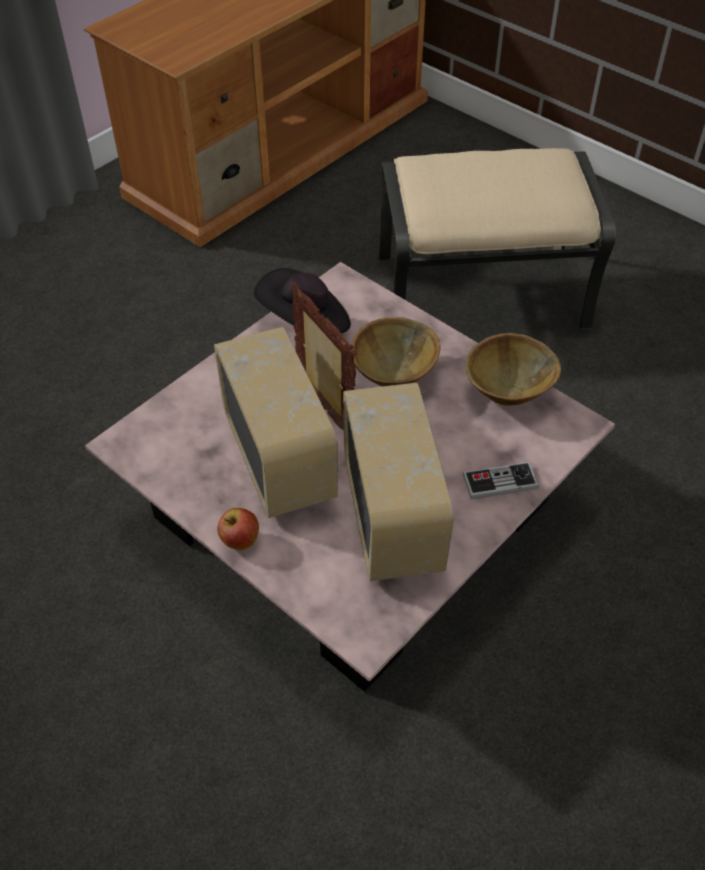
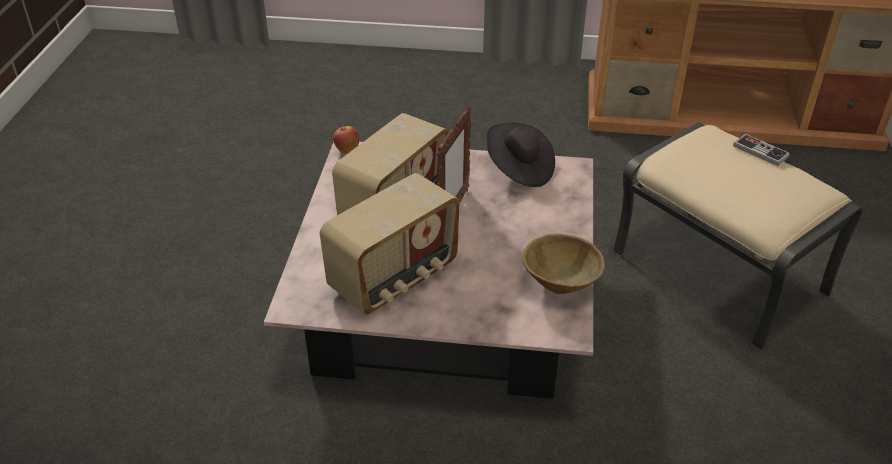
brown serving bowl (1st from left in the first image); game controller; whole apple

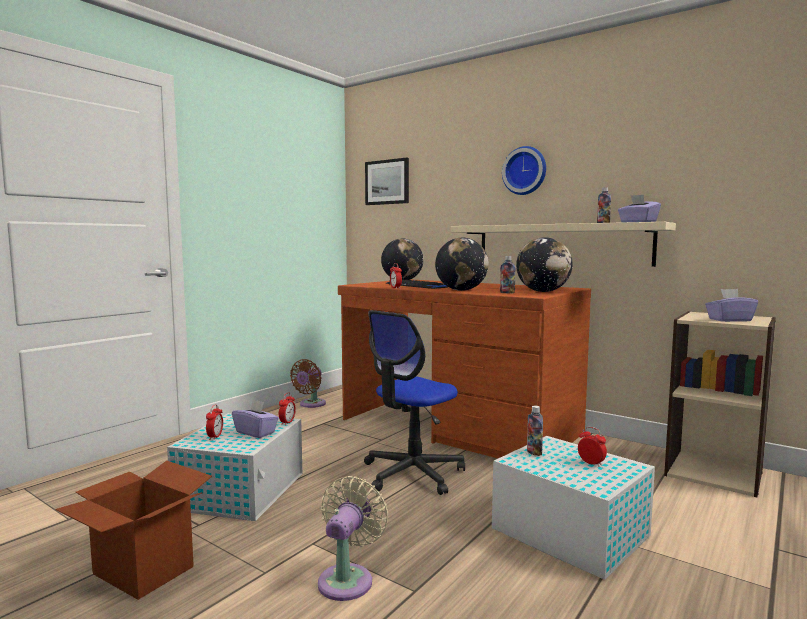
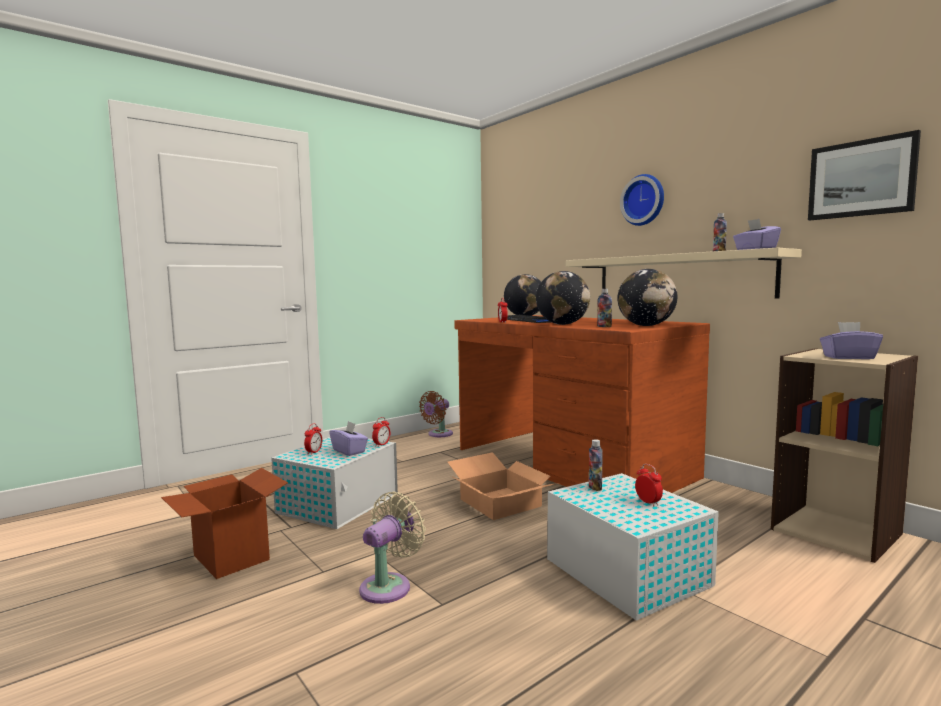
picture; carton (2nd from left)

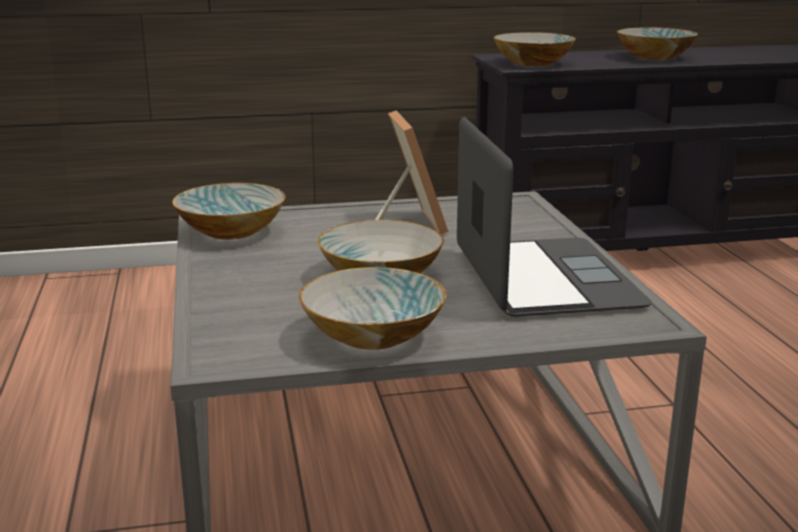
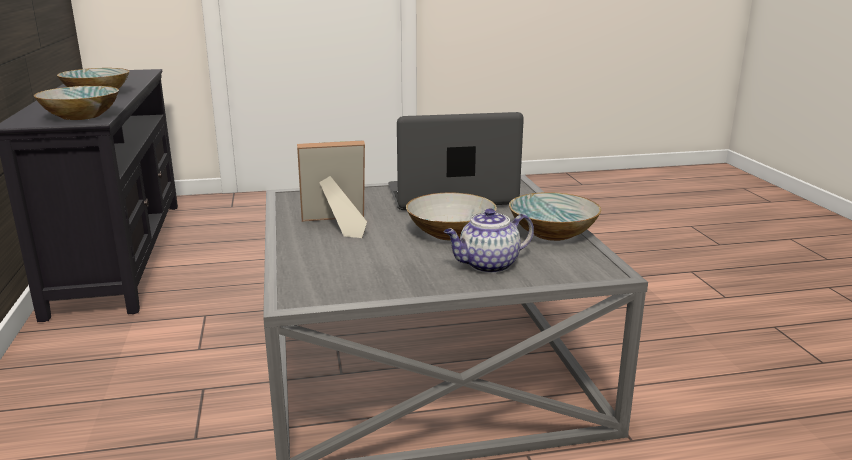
serving bowl (1st from left in the first image); pot for tea

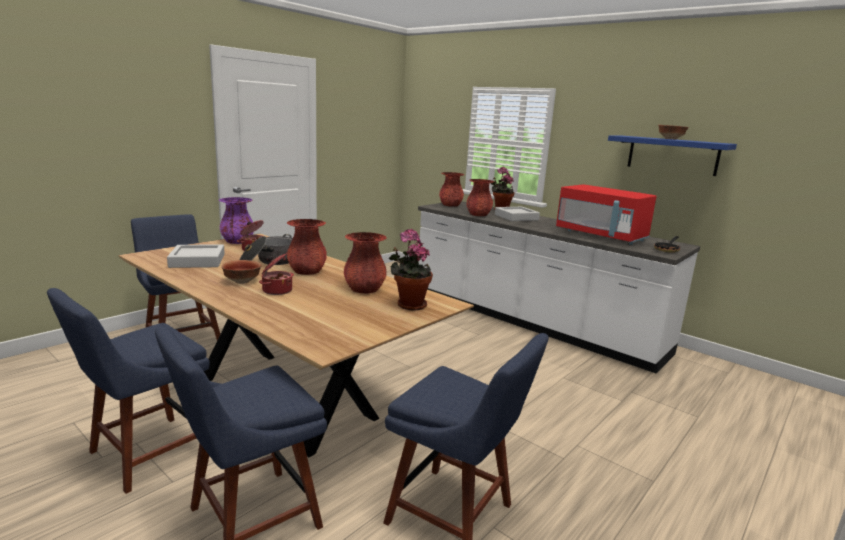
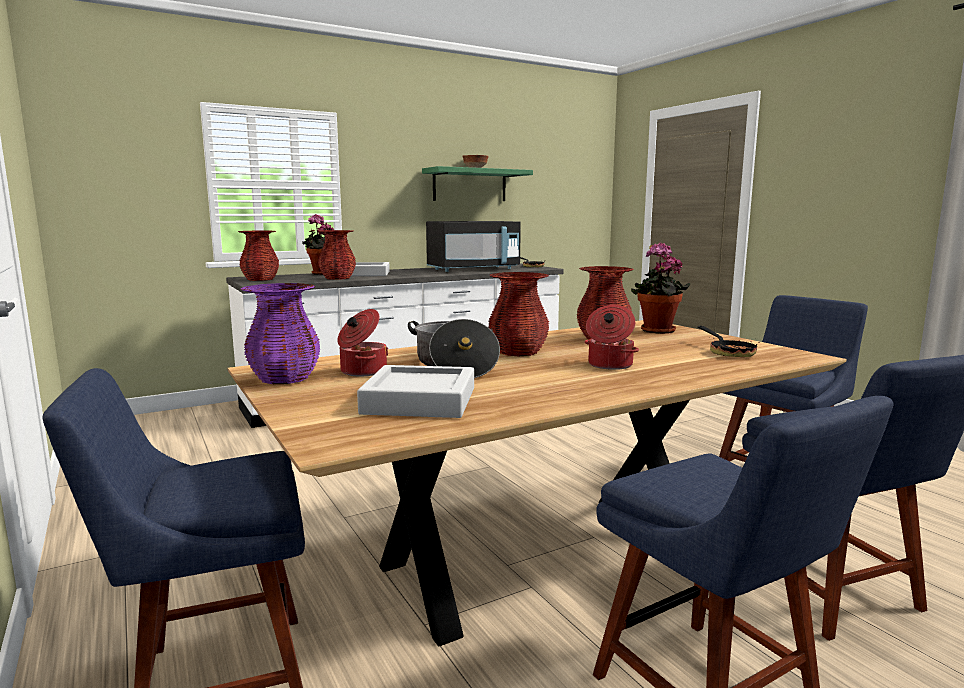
green bracket shelf; black microwave; serving bowl (1st from left in the first image); frying pan (2nd from left)

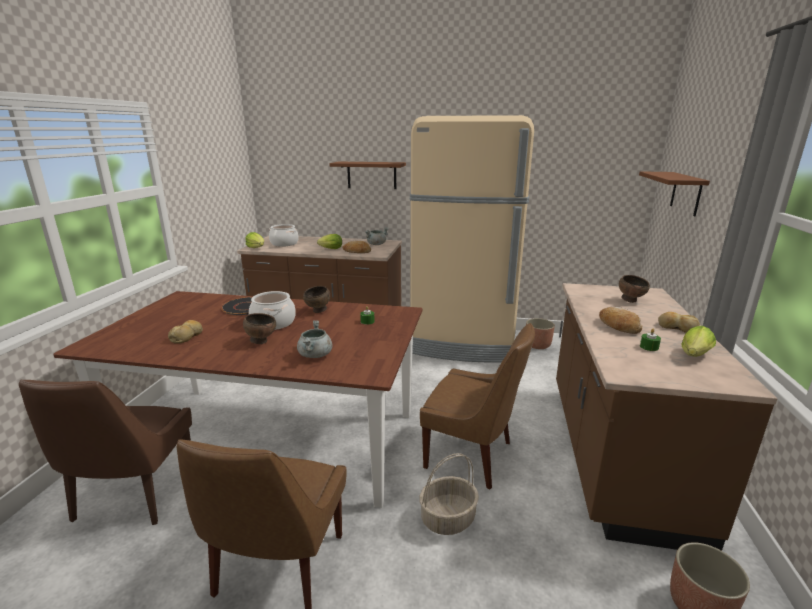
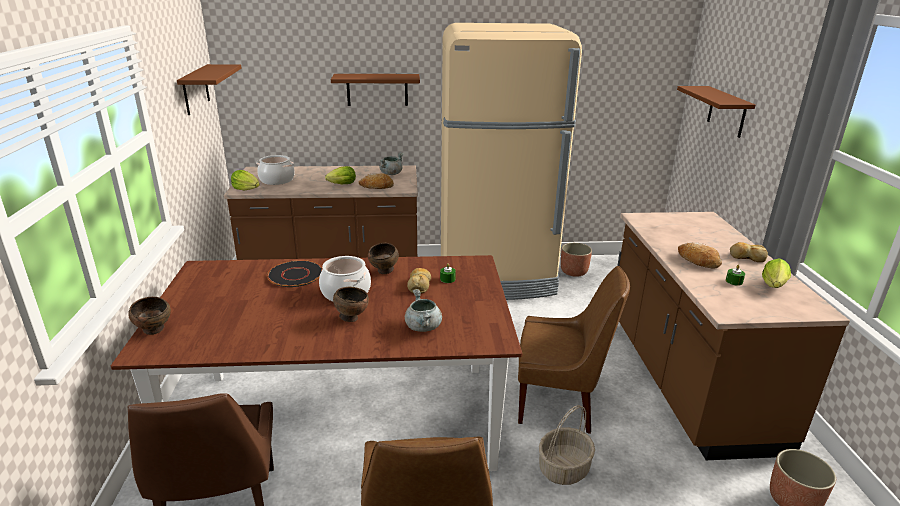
brown serving bowl (1st from left); baked bread (2nd from left); brown bracket shelf (1st from left)

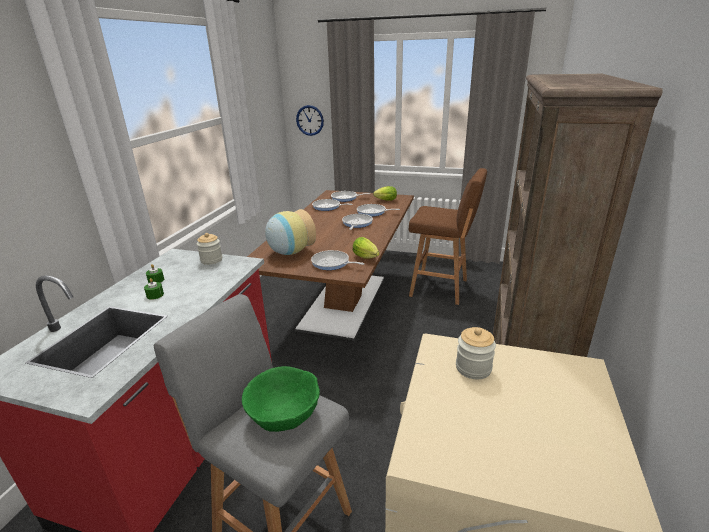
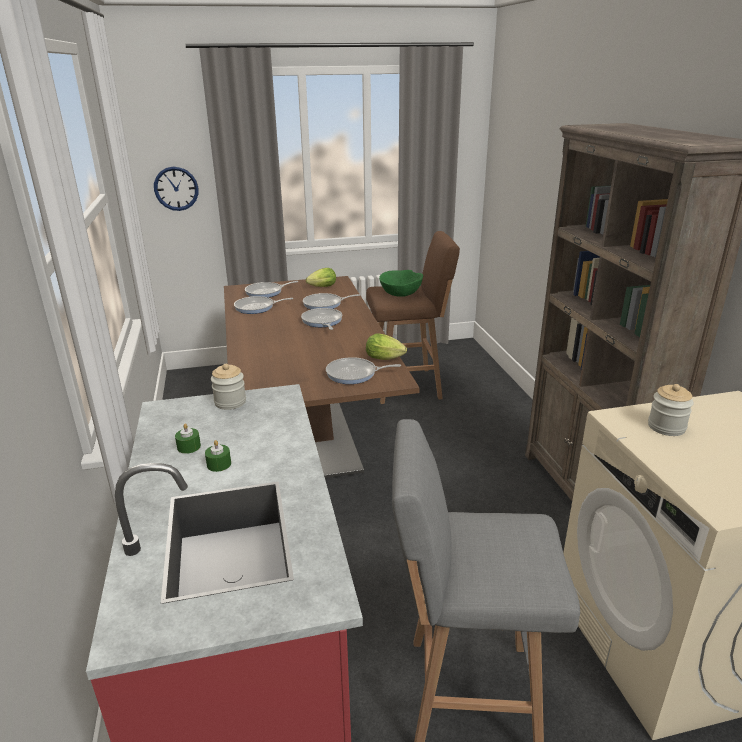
decorative vase; green serving bowl

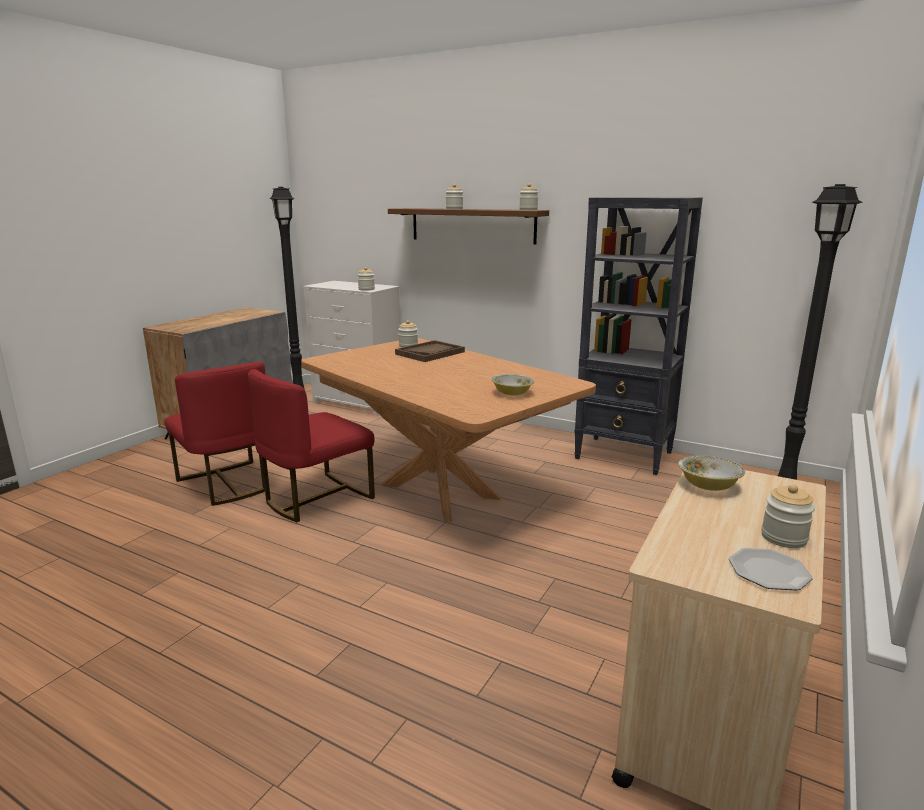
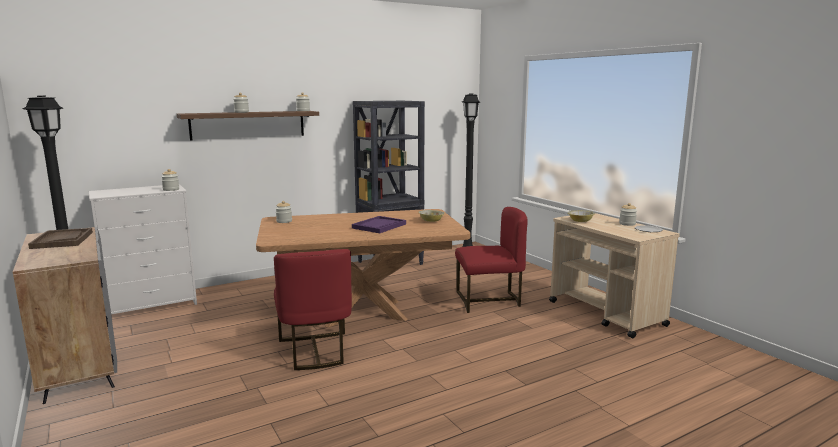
brown serving tray; red plain chair (2nd from left); purplish serving tray

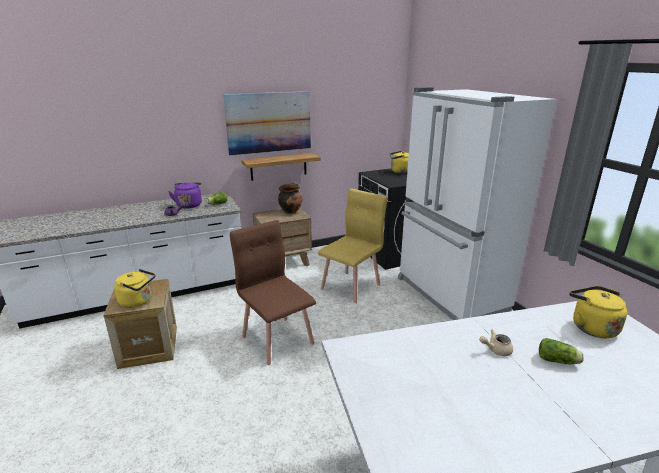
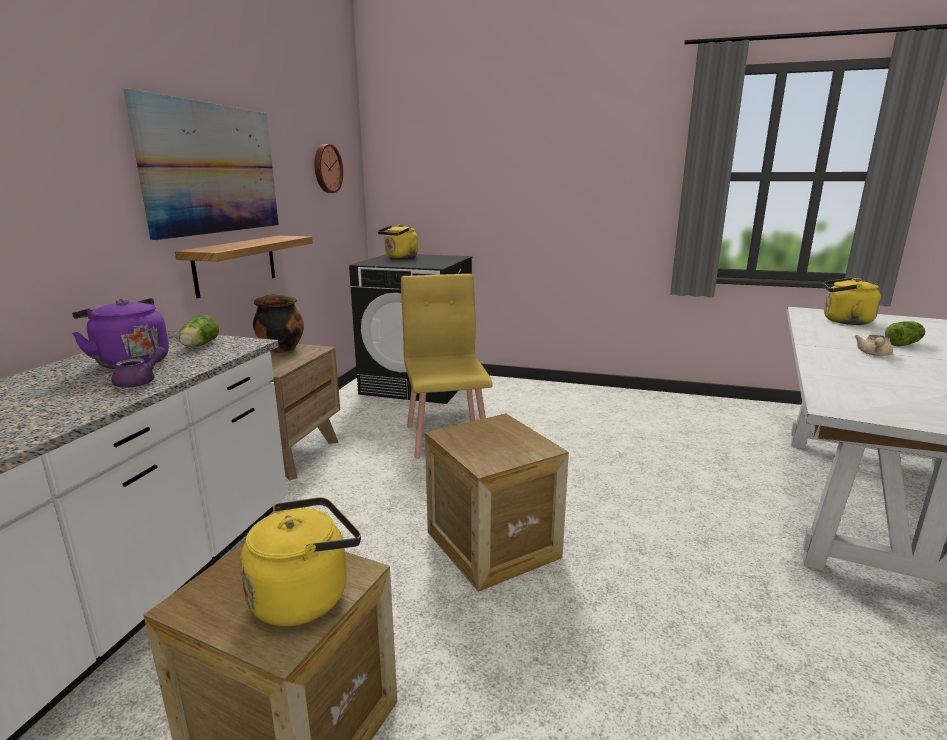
white-coloured kitchen fridge; packing crate (2nd from left); wall clock

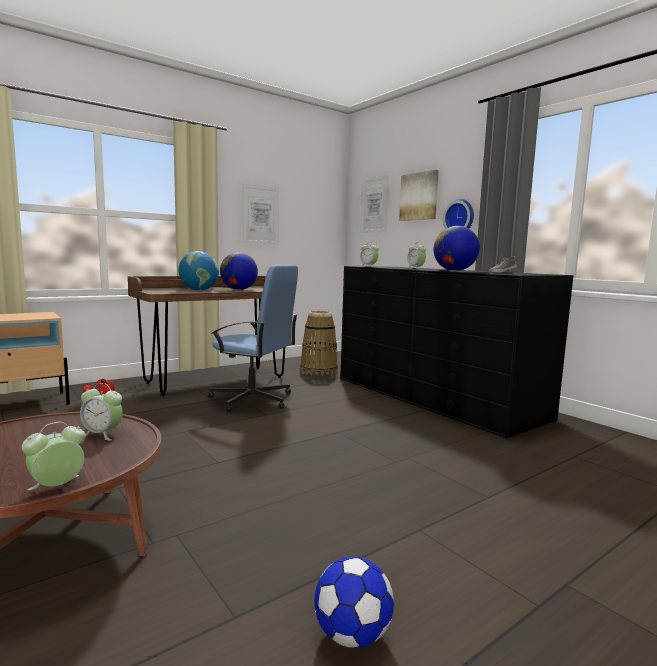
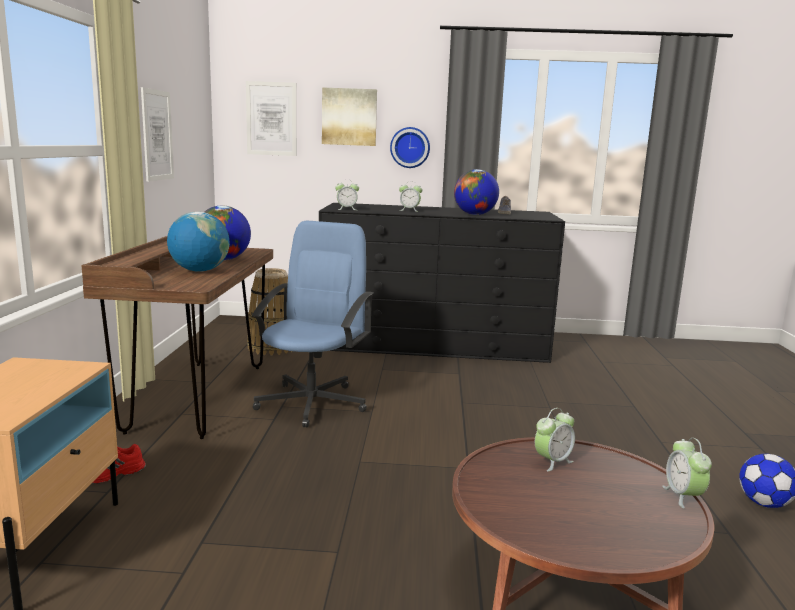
blue computer chair

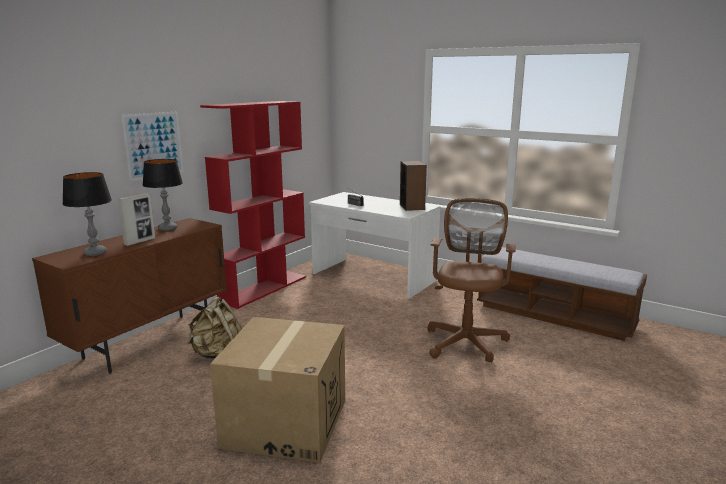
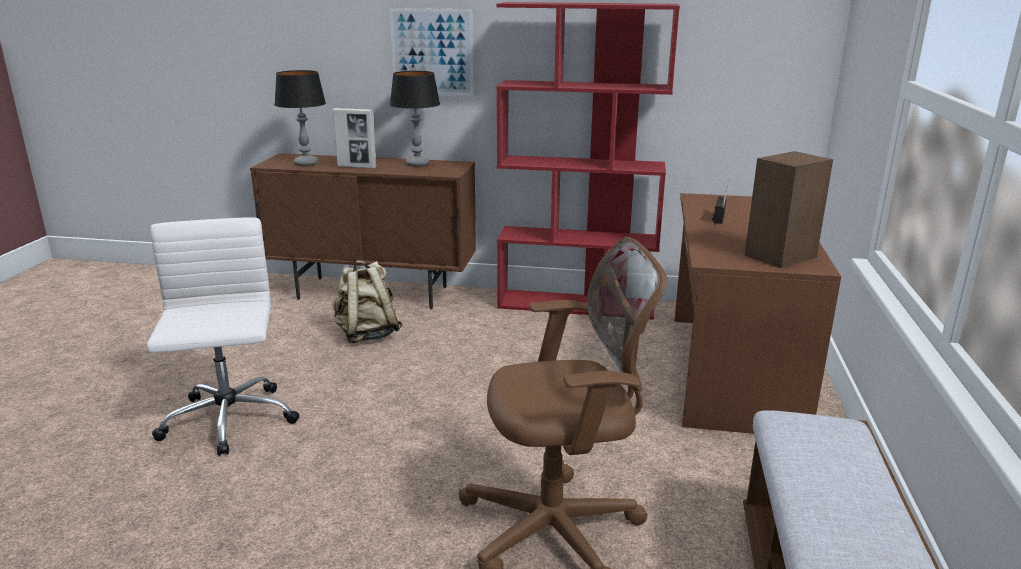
brown desk; white-coloured computer chair

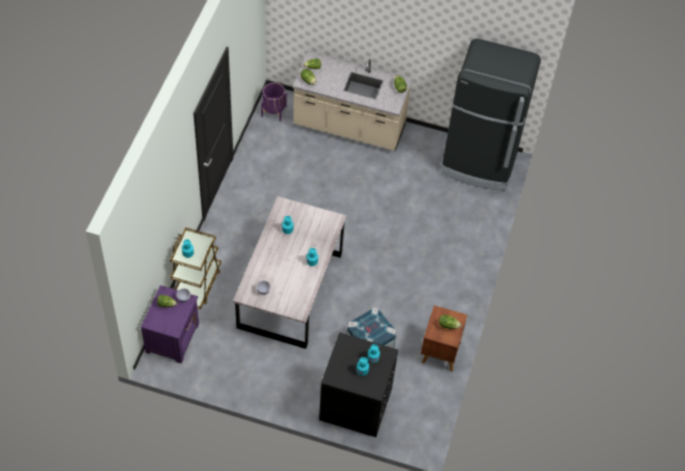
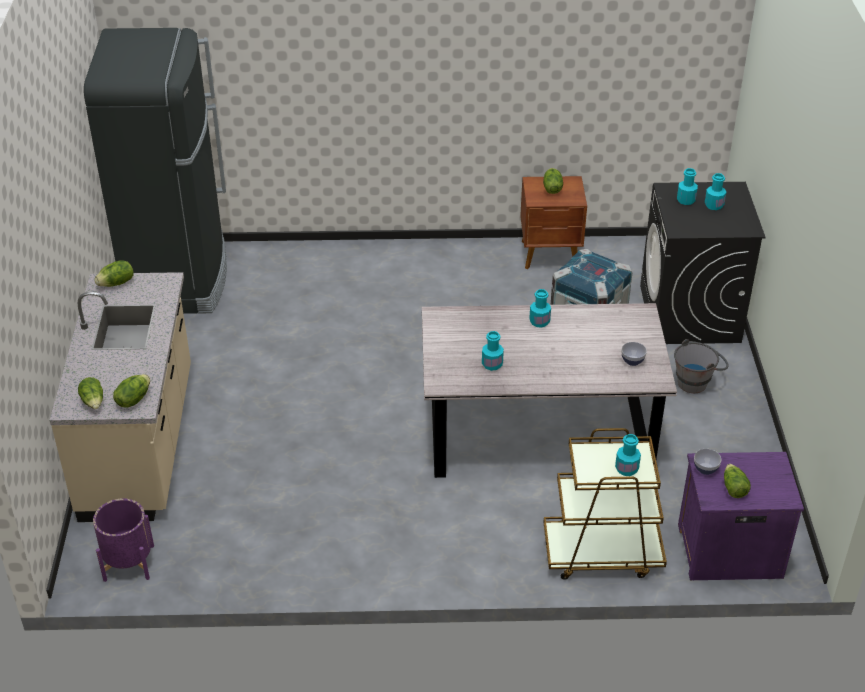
grey pail

